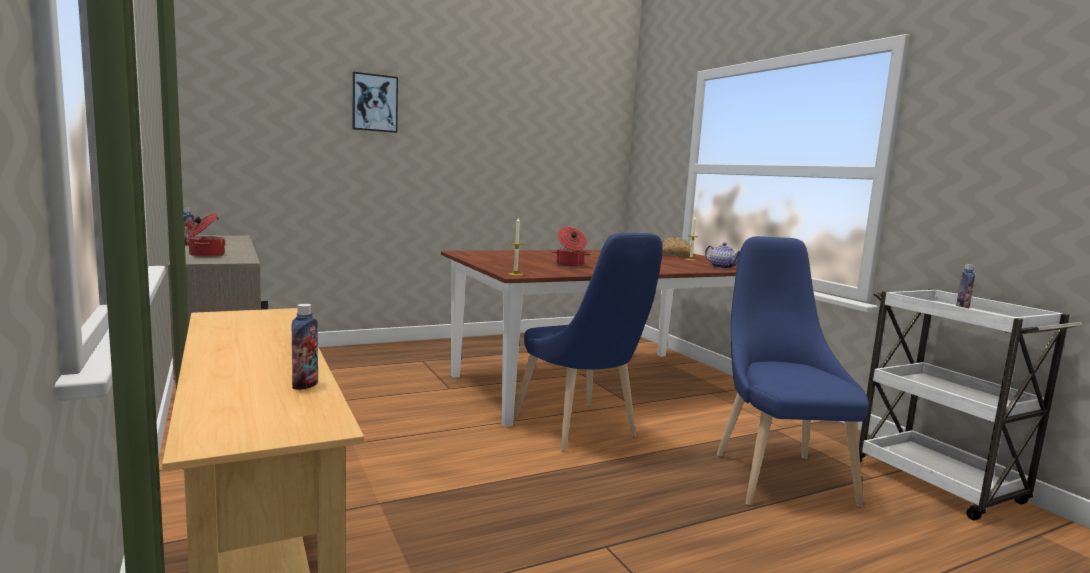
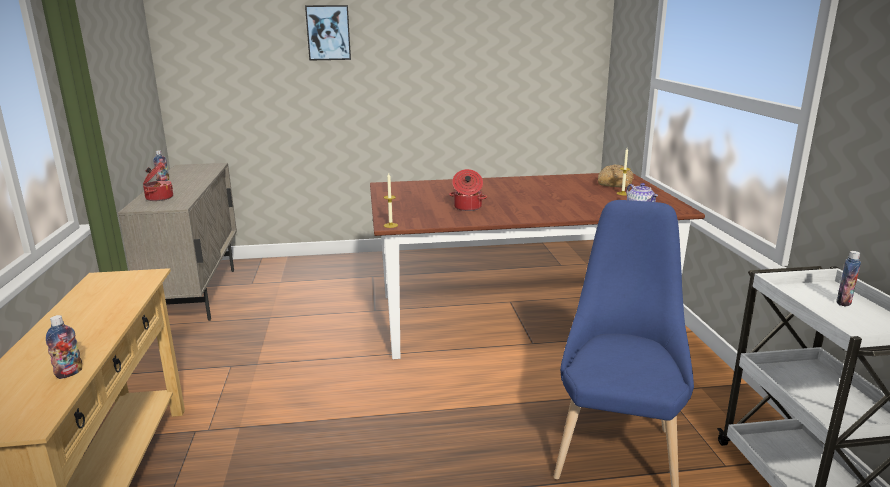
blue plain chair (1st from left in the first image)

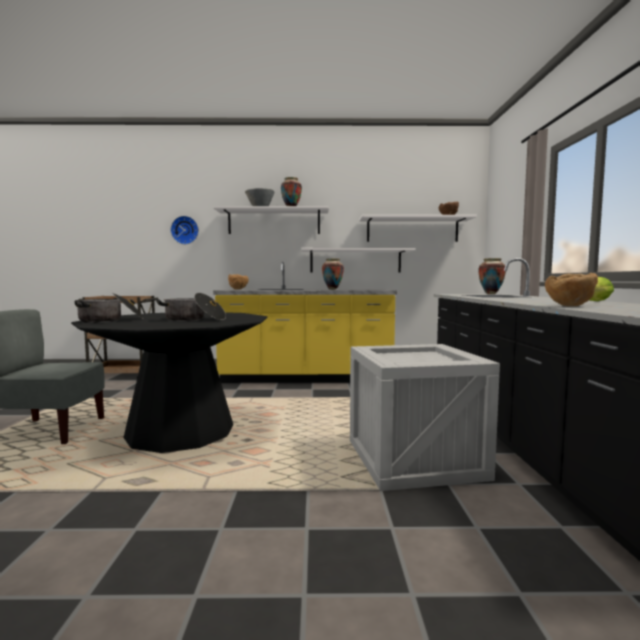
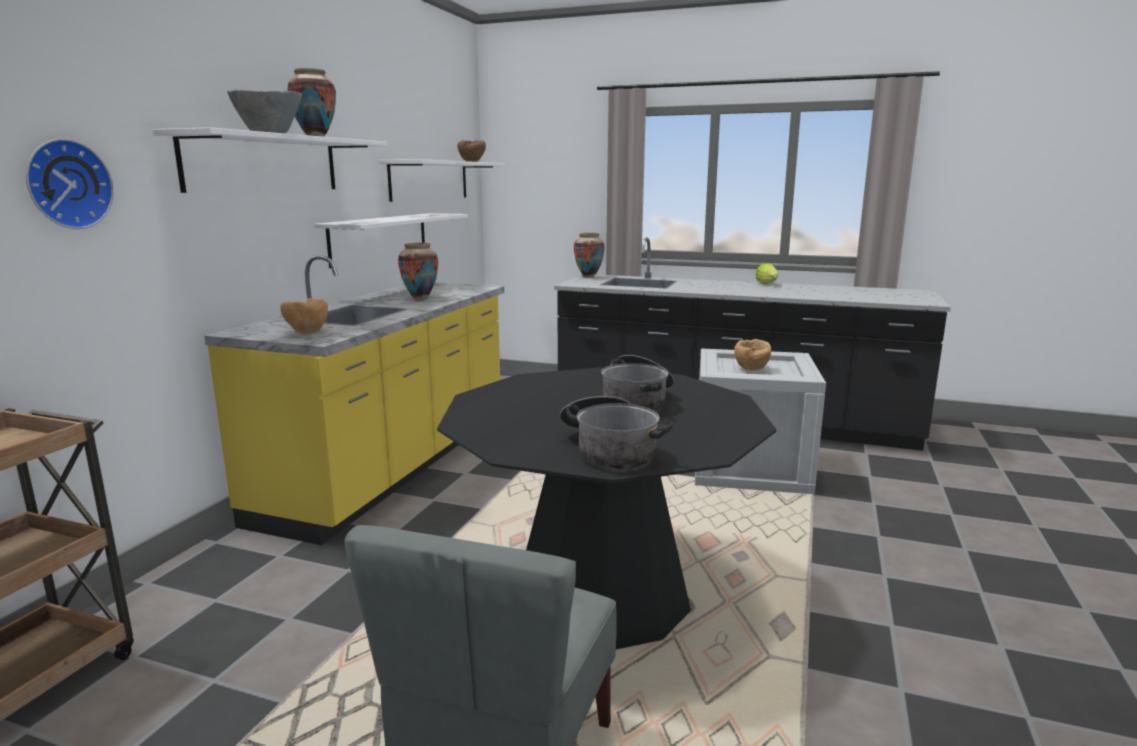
brown serving bowl (3rd from left)

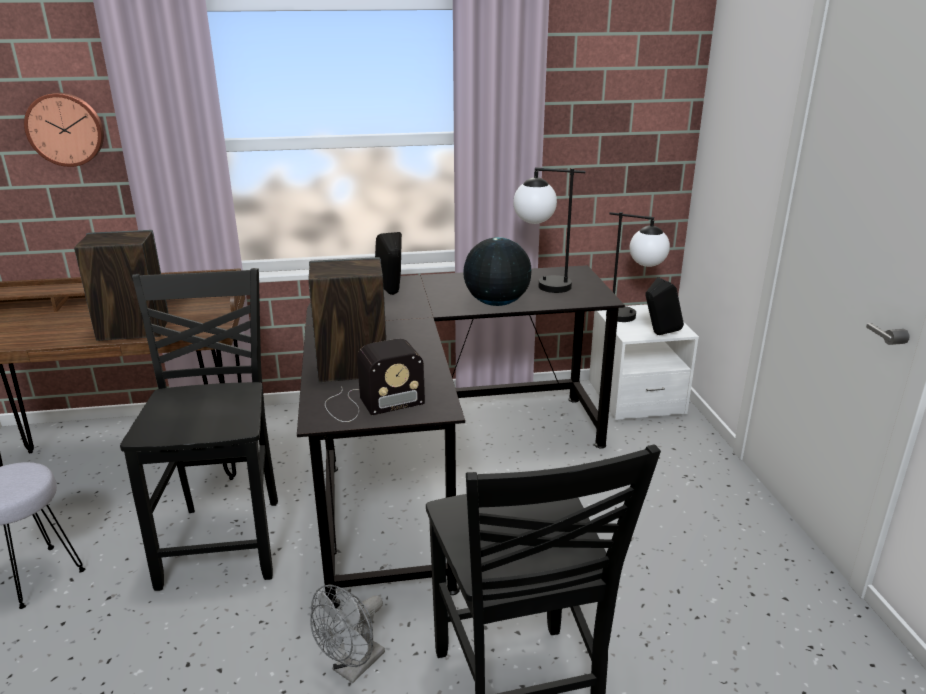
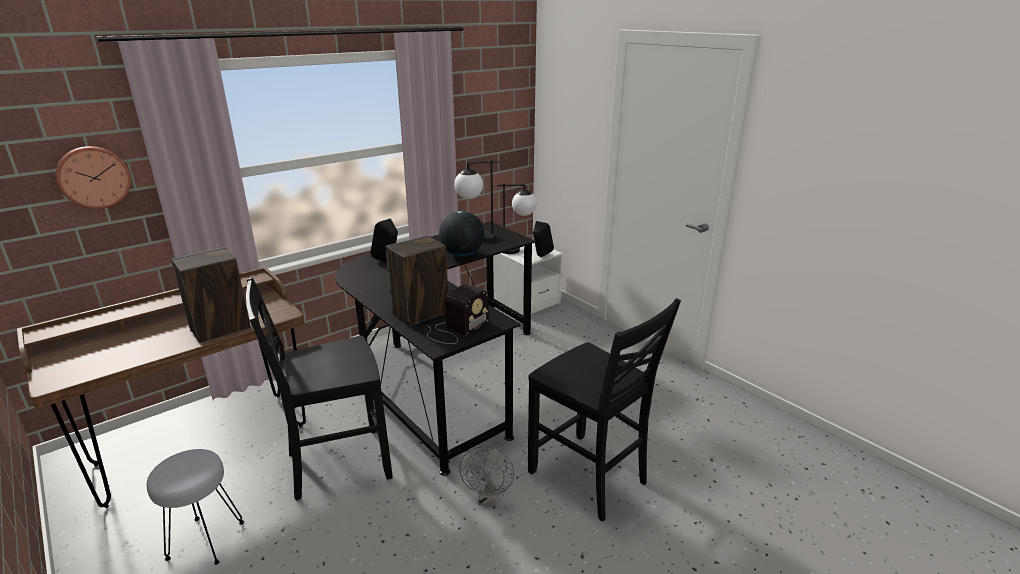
black plain chair (1st from left)

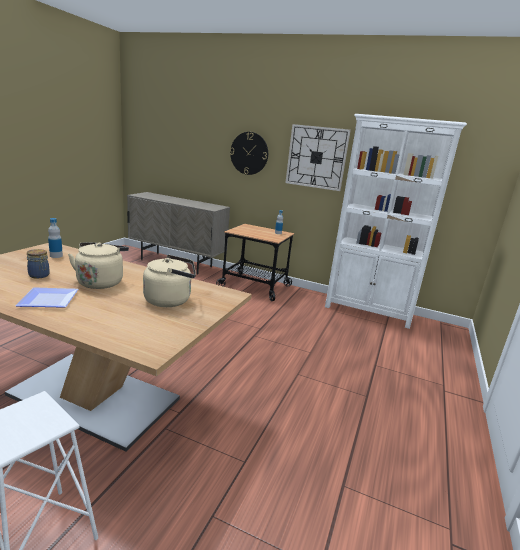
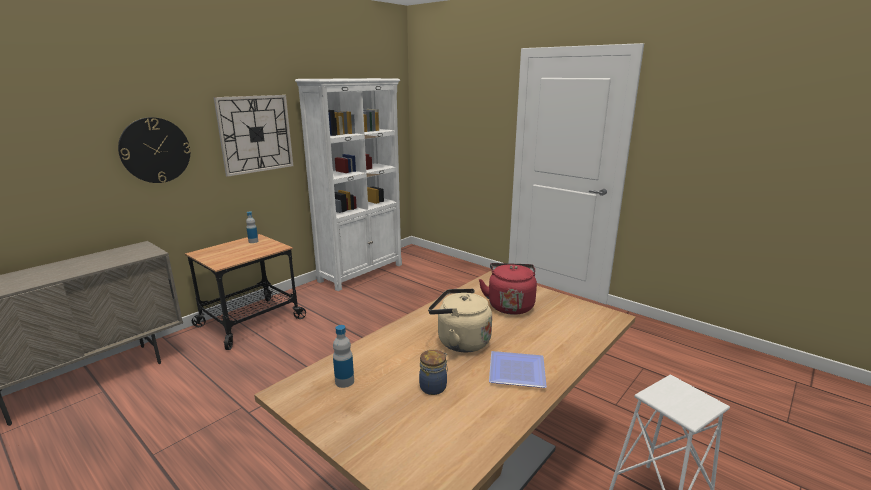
red kettle

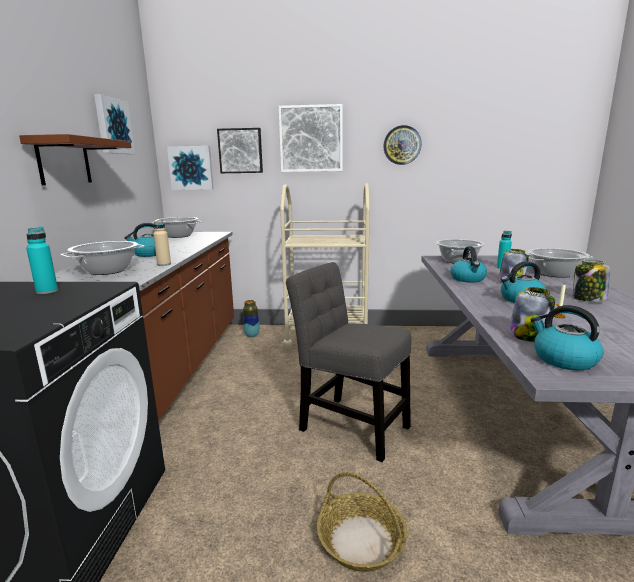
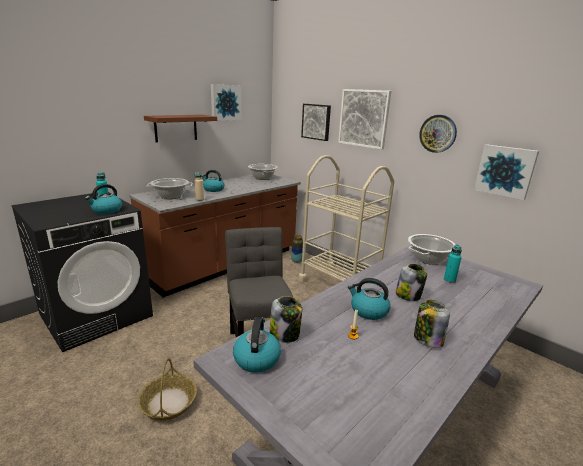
picture (4th from left); kettle (1st from left); stockpot (4th from left in the first image)

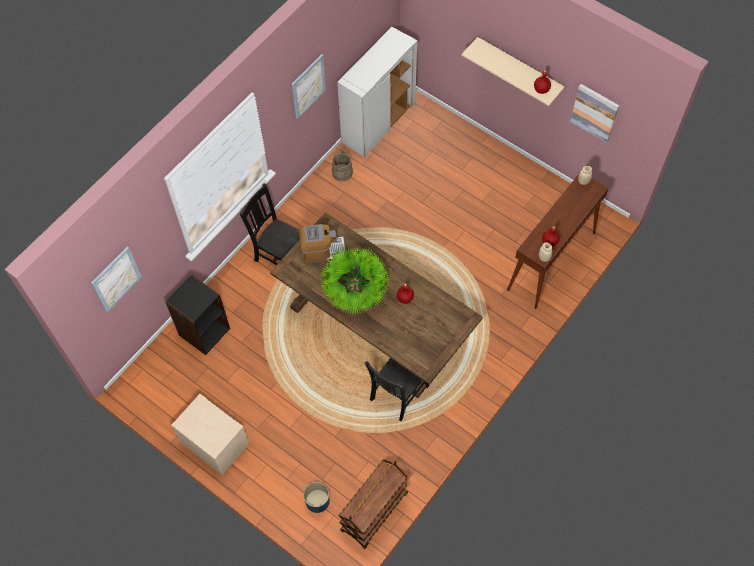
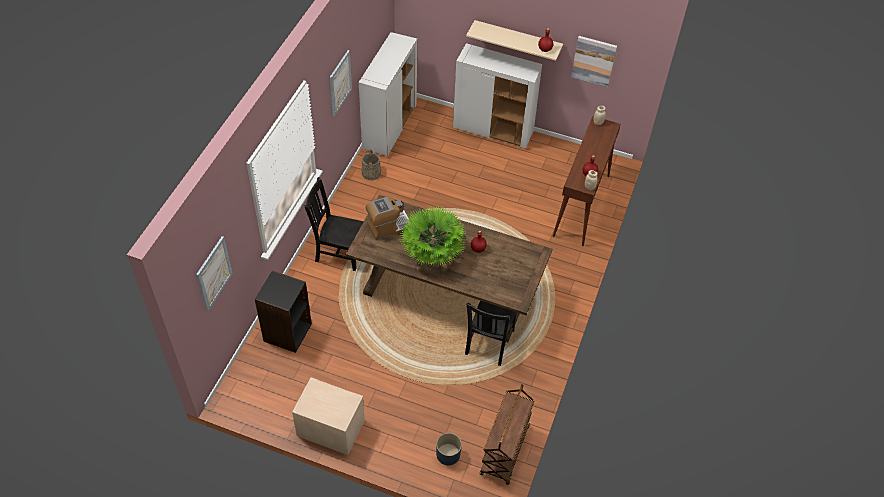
white-coloured cabinet (2nd from left)

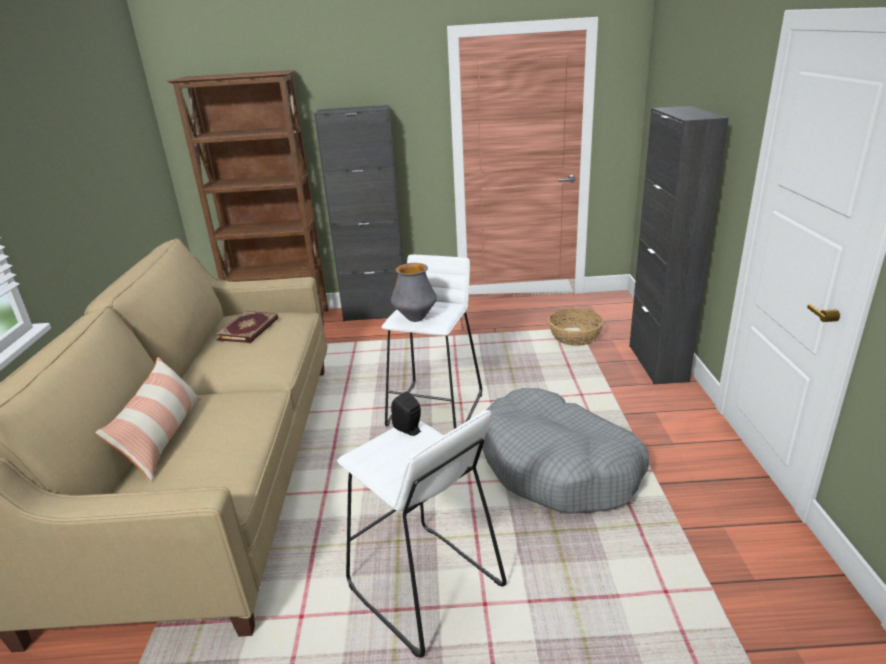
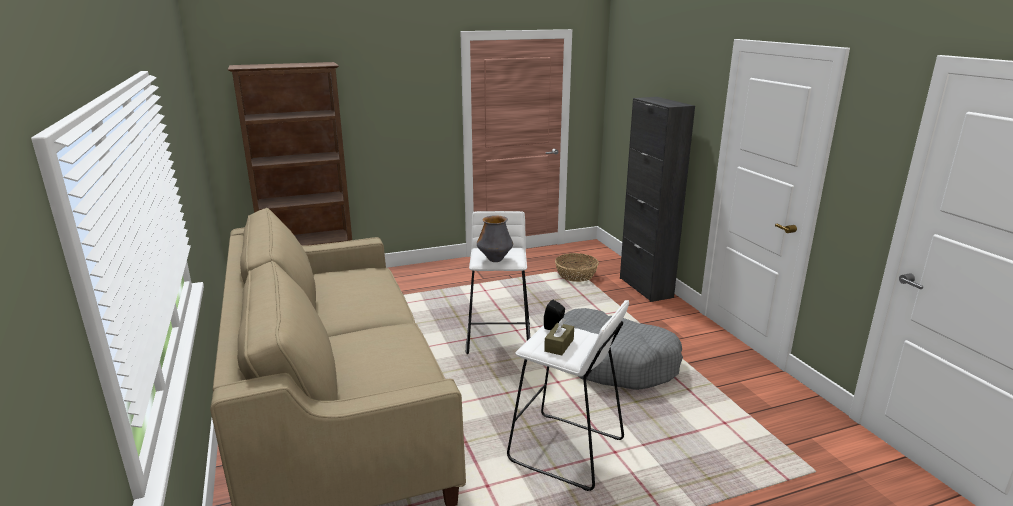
black cabinet (1st from left in the first image); book; cushion; brown tissue box

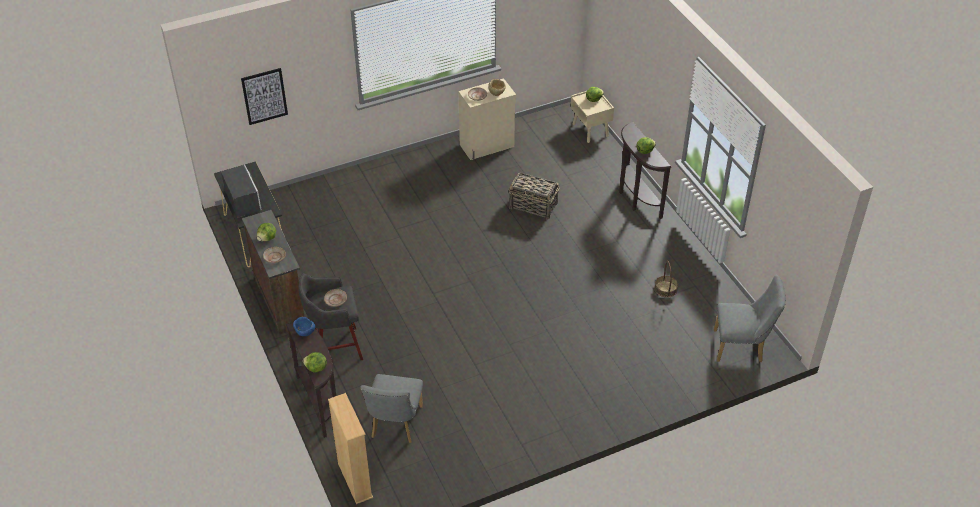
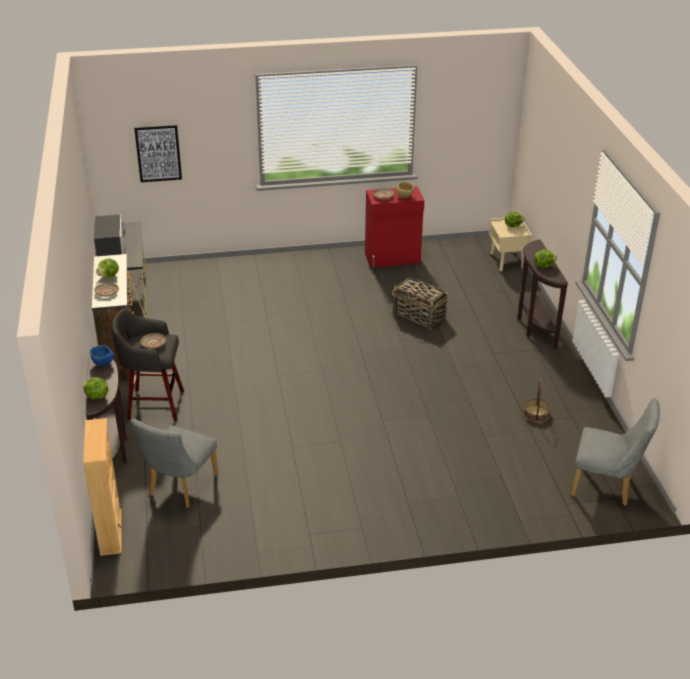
red cabinet

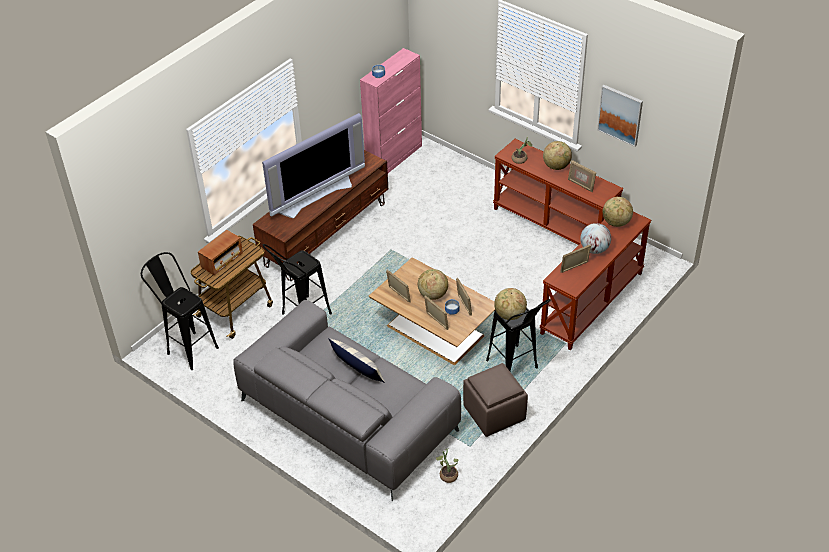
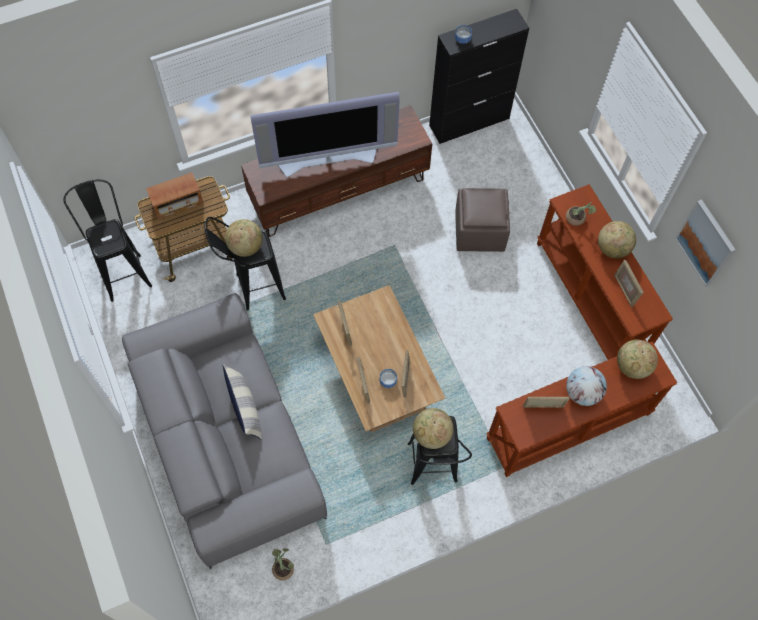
black cabinet; world globe (1st from left); brown footrest

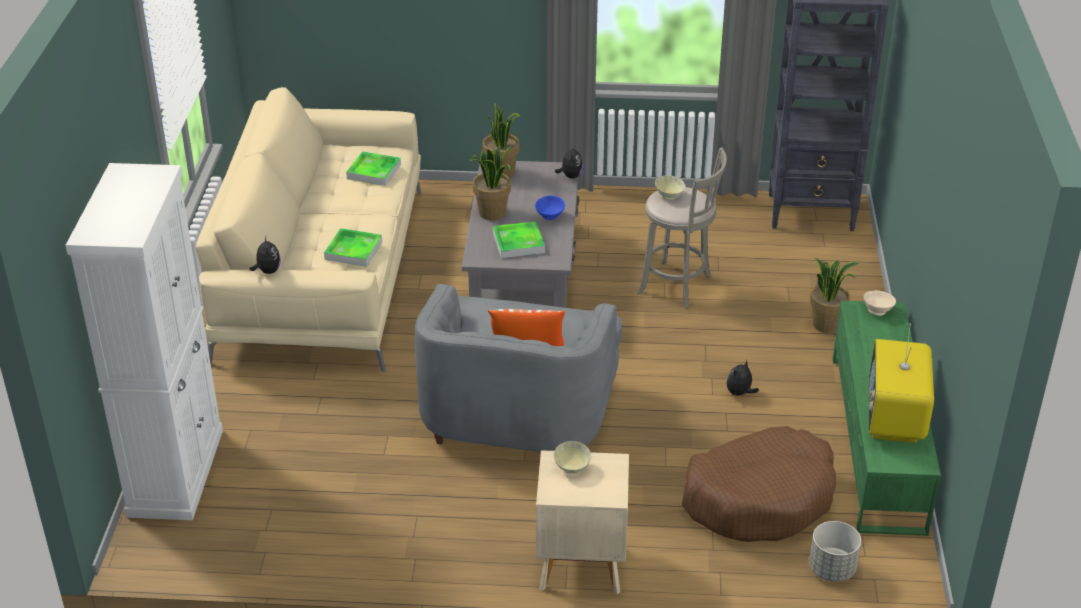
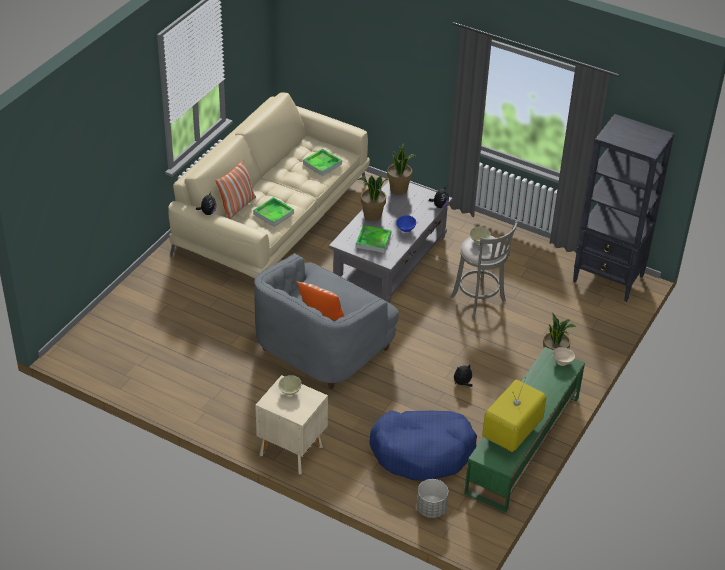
white-coloured cabinet; blue pet bed; cushion (1st from left)

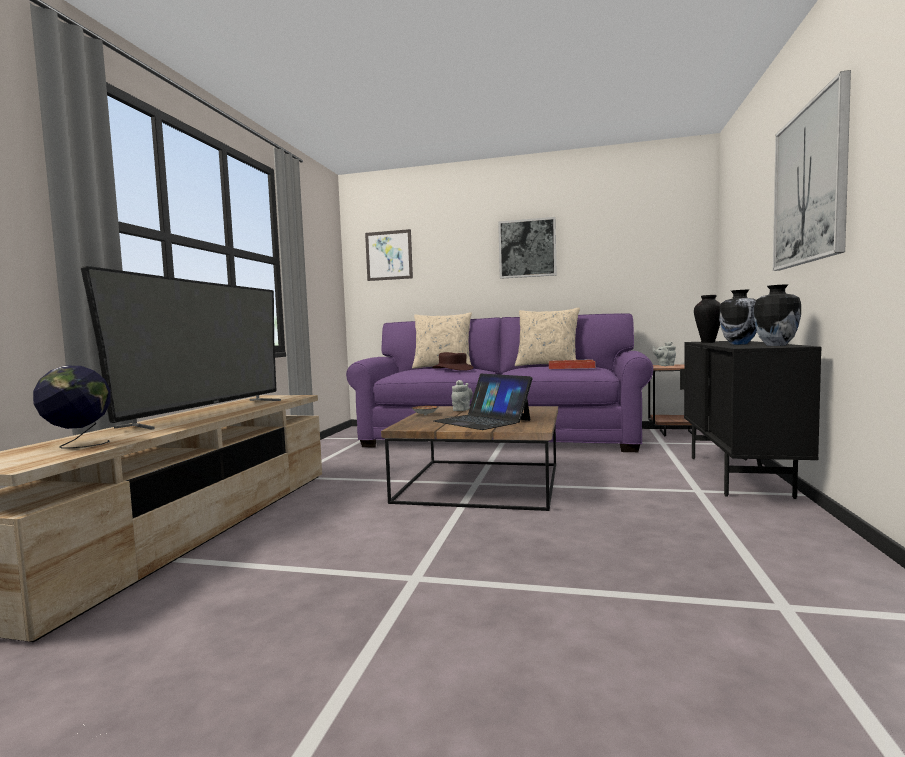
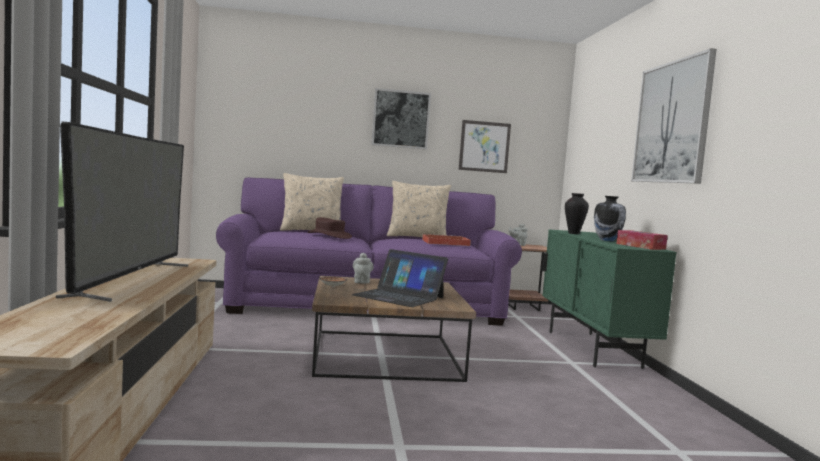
picture (2nd from left); tissue box; green cabinet; world globe

